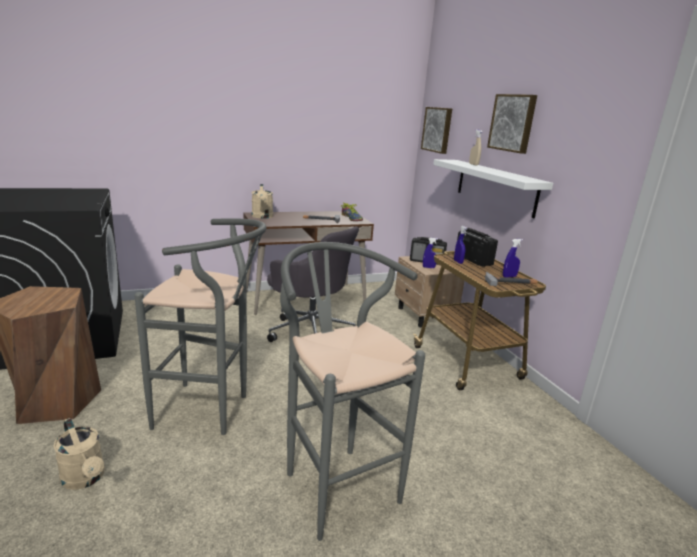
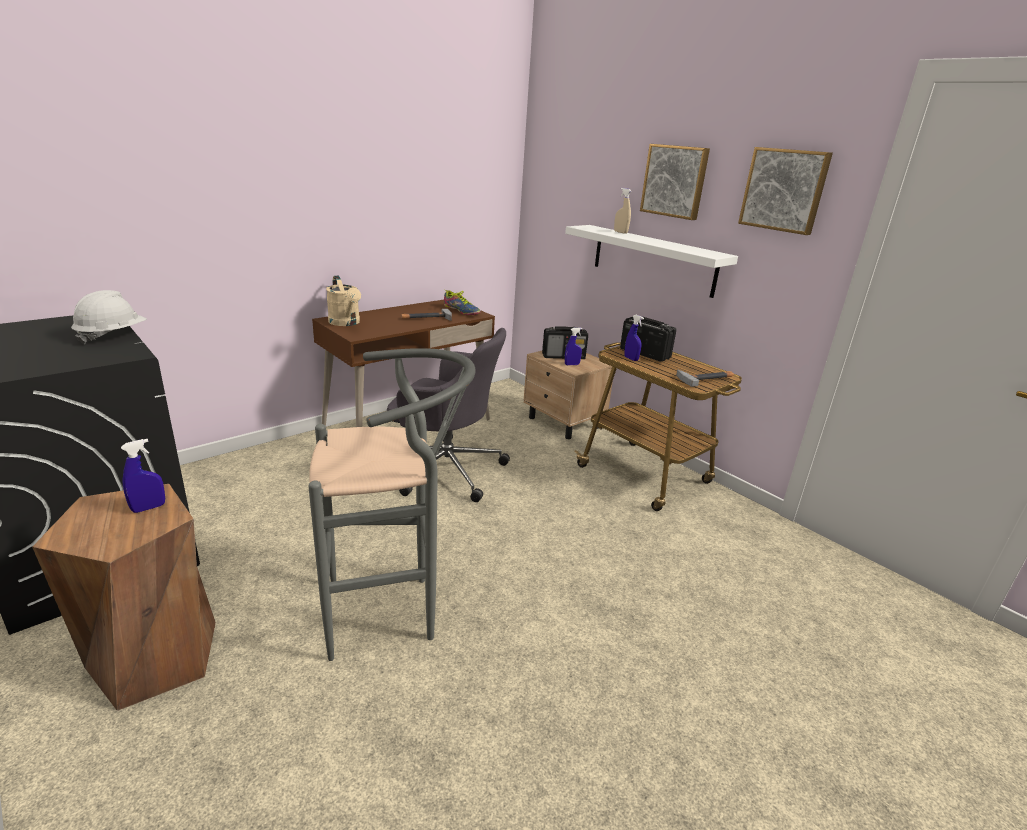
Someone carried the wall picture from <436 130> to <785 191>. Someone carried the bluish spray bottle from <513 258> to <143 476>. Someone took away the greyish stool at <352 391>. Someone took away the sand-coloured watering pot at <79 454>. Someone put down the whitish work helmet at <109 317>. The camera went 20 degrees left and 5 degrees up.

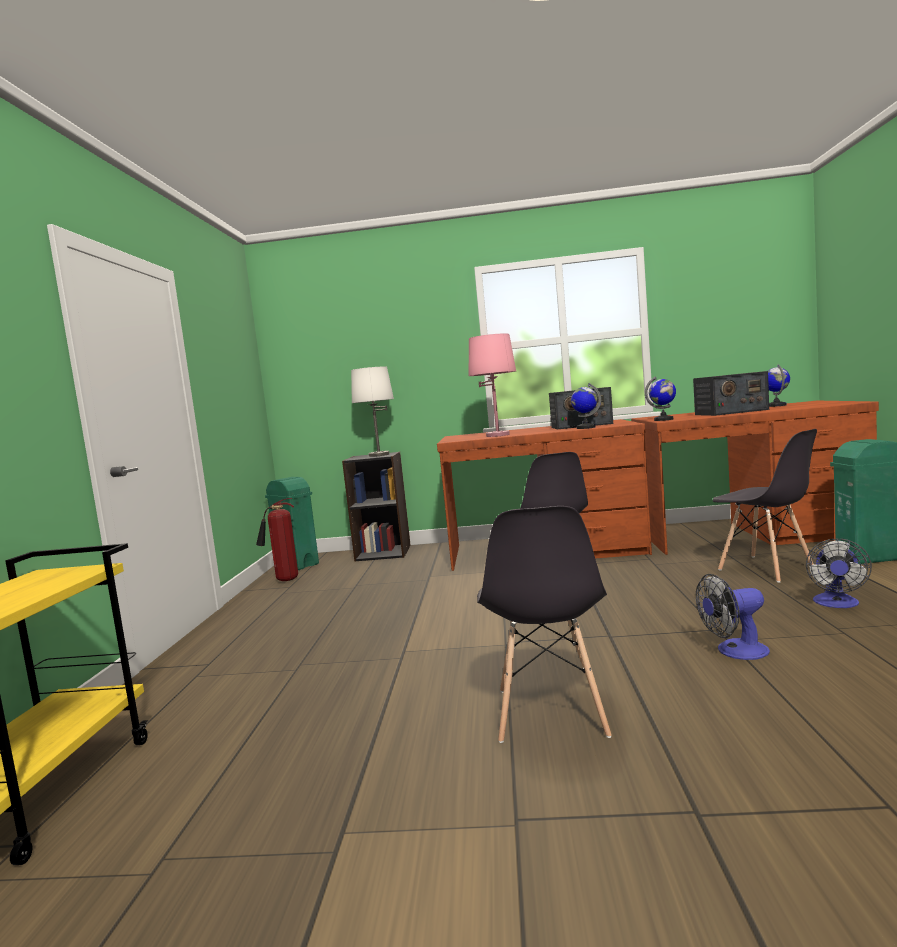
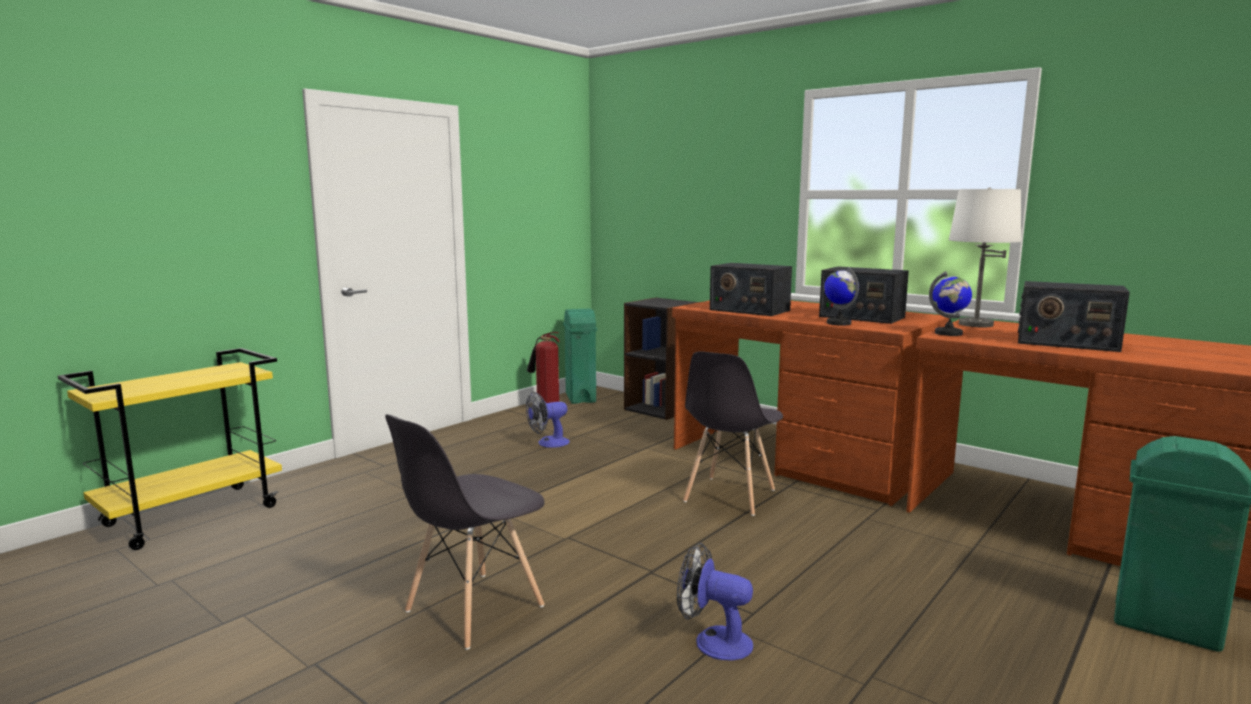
Someone swapped the pink-coloured tabletop lamp at <492 385> for the radio at <751 289>. Someone took away the desk globe at <779 385>. Someone carried the whitish tabletop lamp from <372 411> to <985 257>. Someone took away the greyish upright chair at <765 506>. Someone carried the electric fan from <839 573> to <548 420>. The camera went 35 degrees right and 5 degrees up.

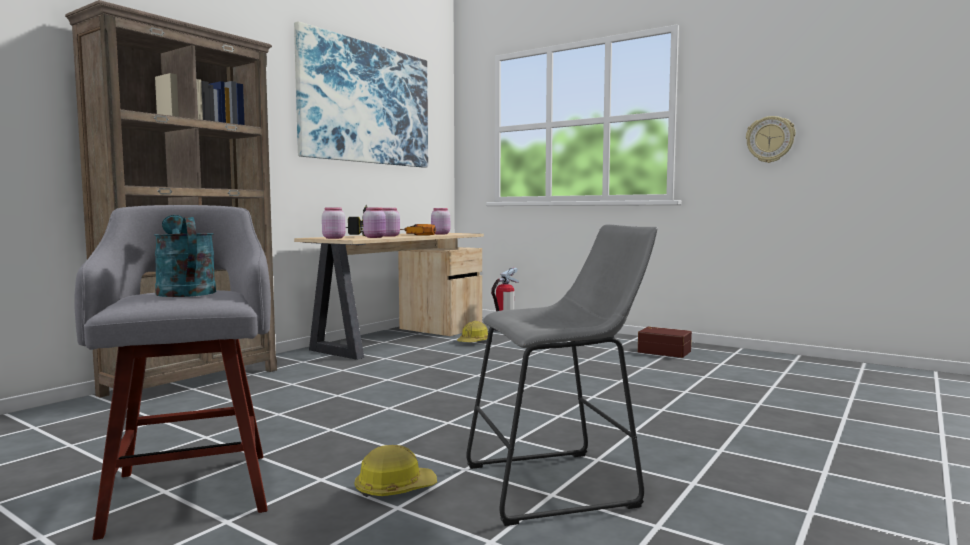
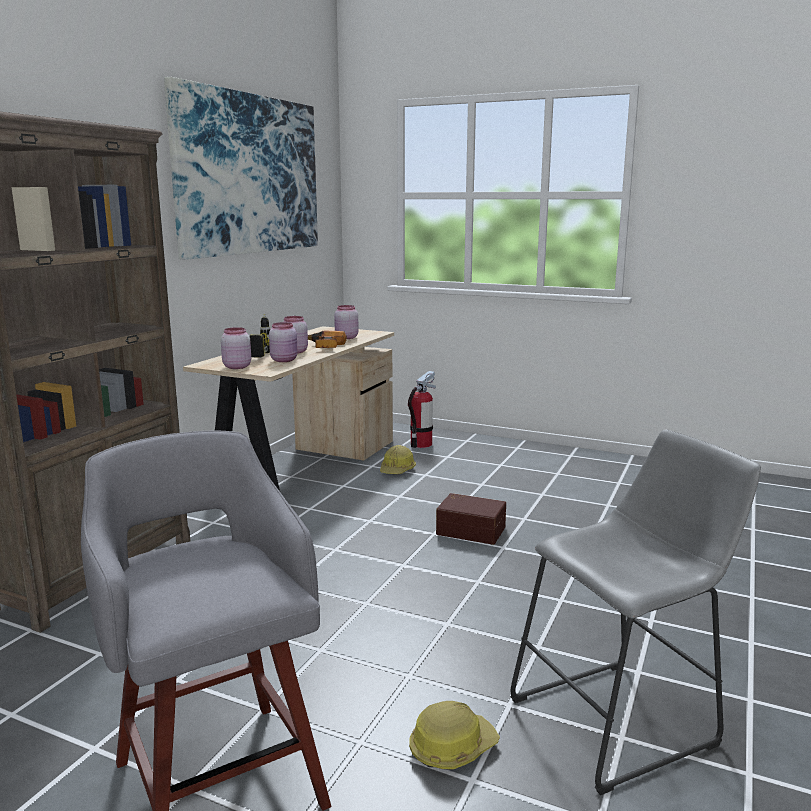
Someone took away the clock on the wall at <771 139>. Someone took away the turquoise watering pot at <185 256>. Someone carried the brown-coloured storage box from <665 342> to <471 519>. The camera went 10 degrees left and 10 degrees up.

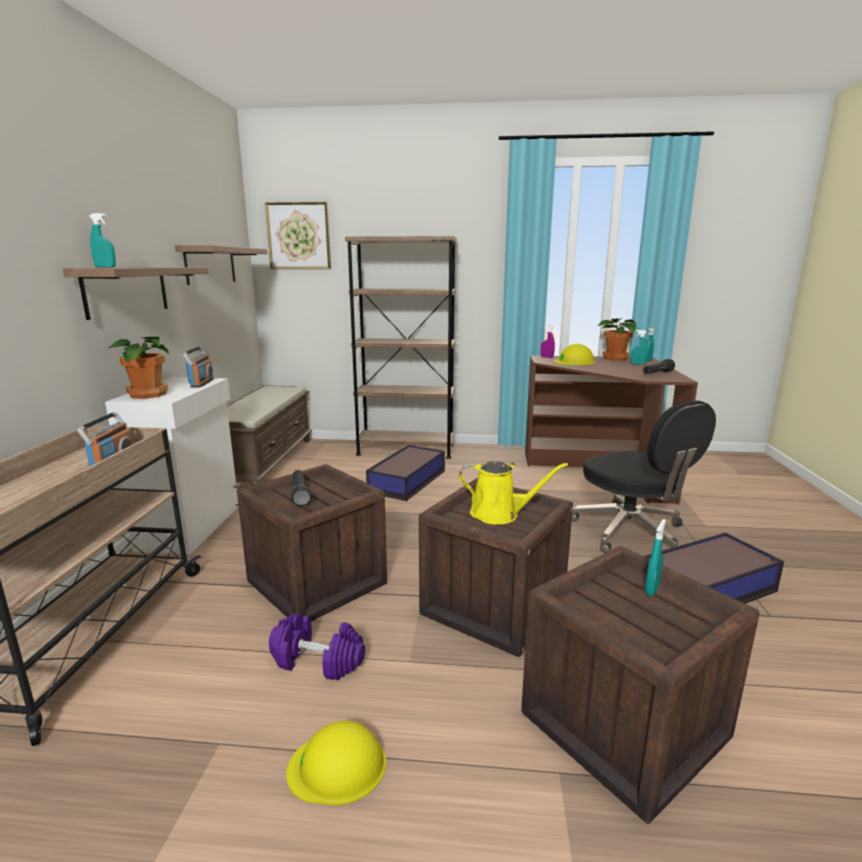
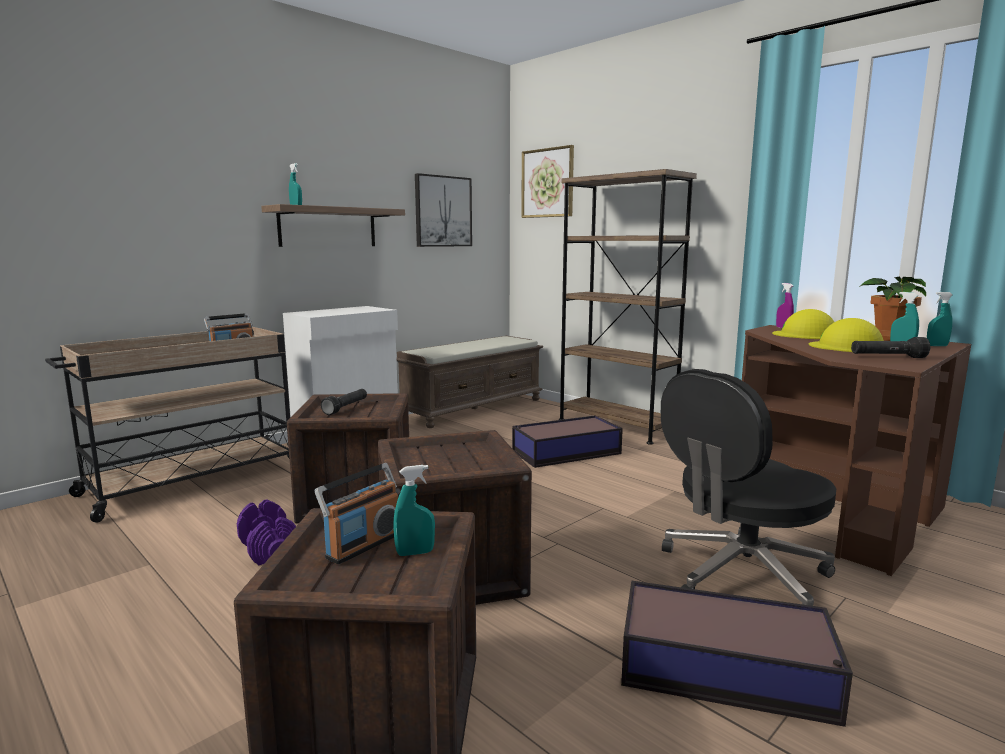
Someone swapped the wall shelf at <221 265> for the wall picture at <443 210>. Someone took away the potted plant at <139 368>. Someone carried the radio from <198 367> to <357 513>. Someone rotated the black computer chair at <644 476> by 45 degrees clockwise. Someone took away the yellowish watering pot at <513 493>. Someone carried the yellowish work helmet from <336 763> to <846 335>. The camera went 40 degrees right and 5 degrees down.

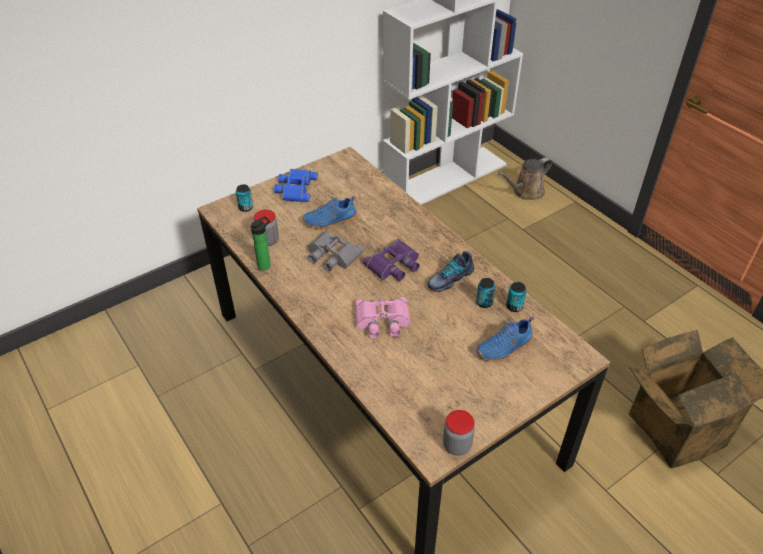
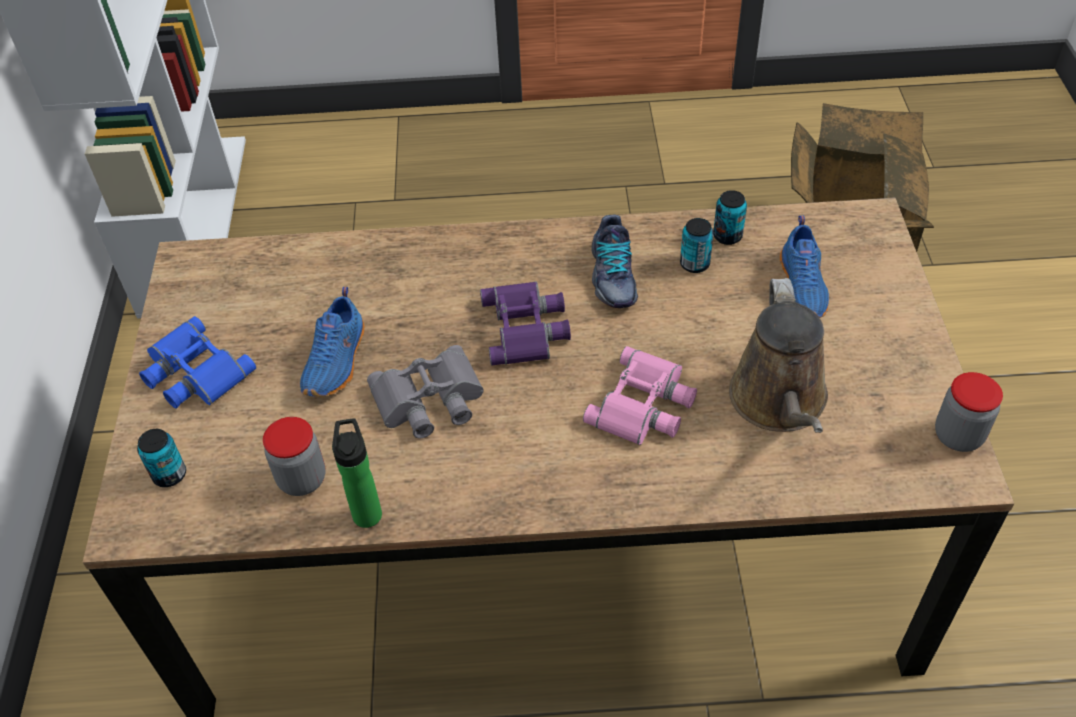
Someone carried the brown-coloured watering pot from <525 178> to <778 355>. The camera went 55 degrees left and 5 degrees up.

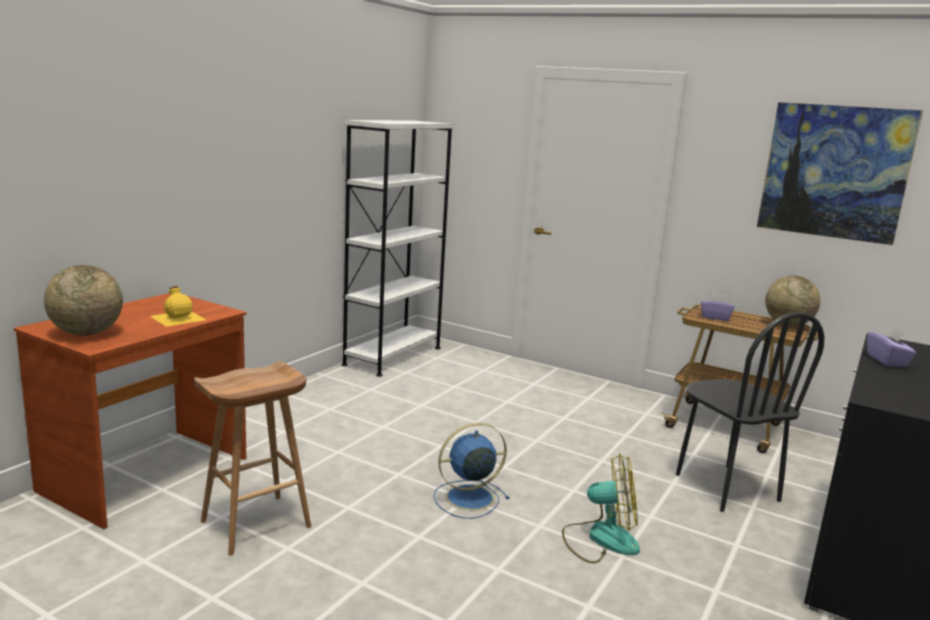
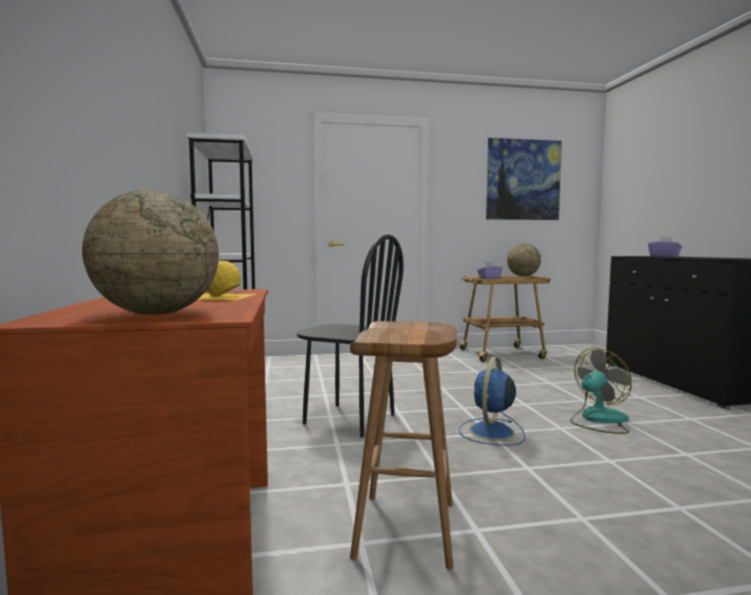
Someone carried the black upright chair from <750 412> to <350 335>. The camera went 40 degrees left and 10 degrees down.

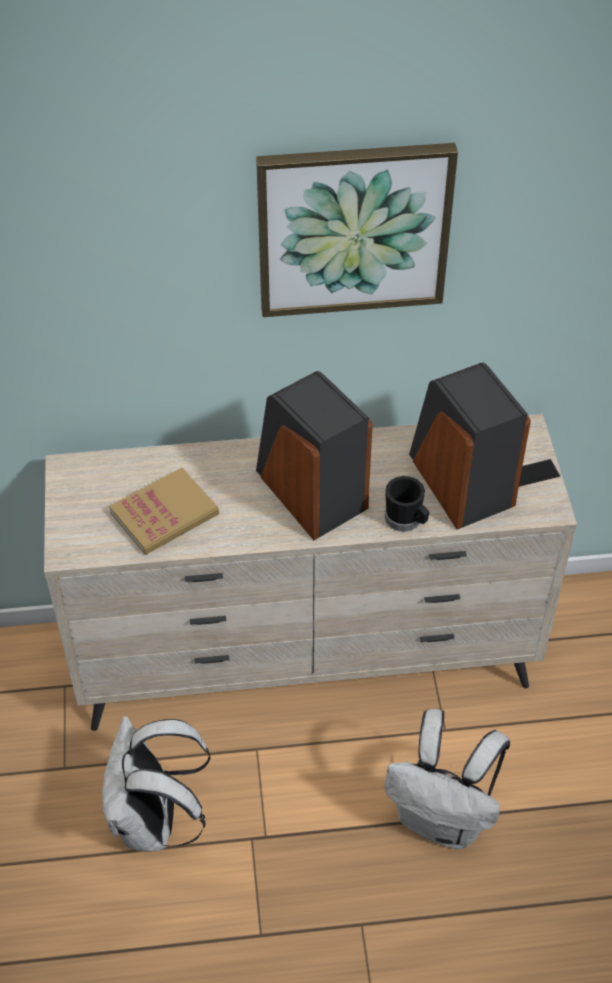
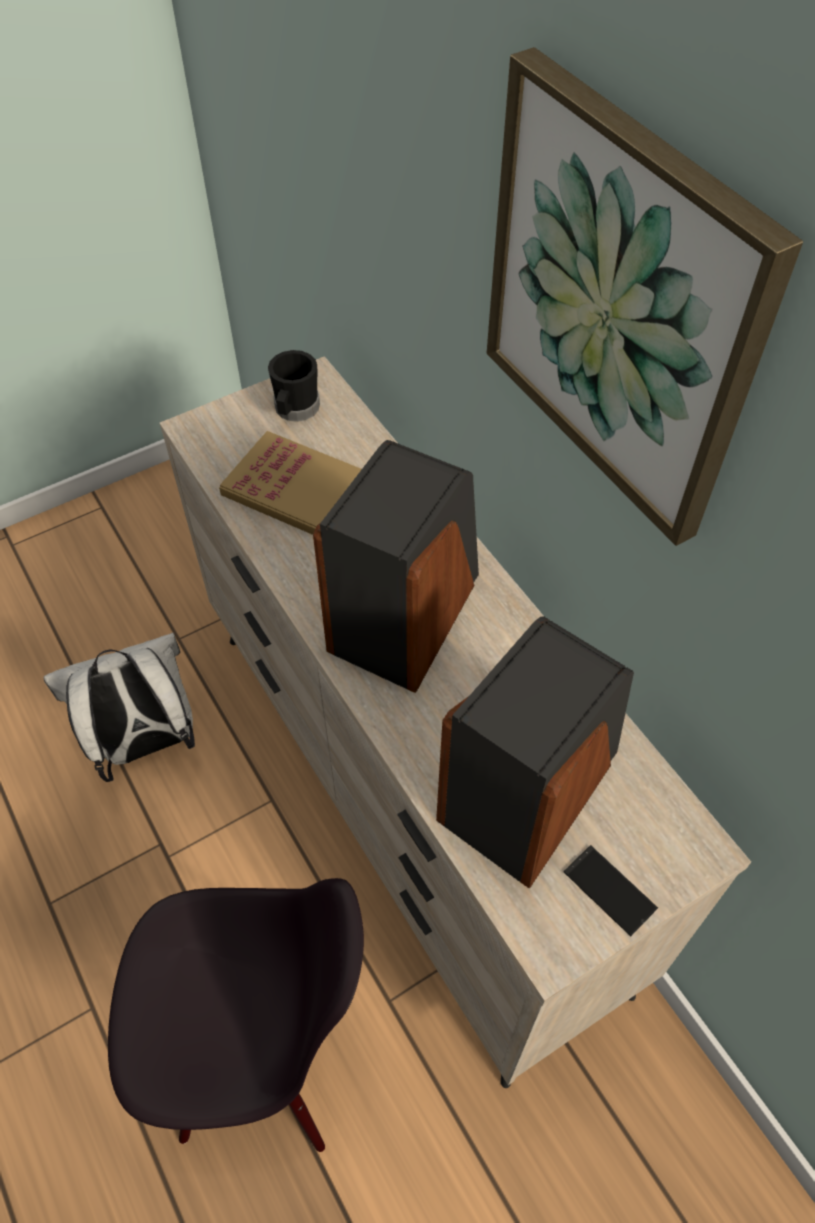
Someone carried the black coffee mug from <407 504> to <294 386>. Someone swapped the whitish backpack at <447 779> for the black upright chair at <236 1015>. The camera went 65 degrees right and 5 degrees up.

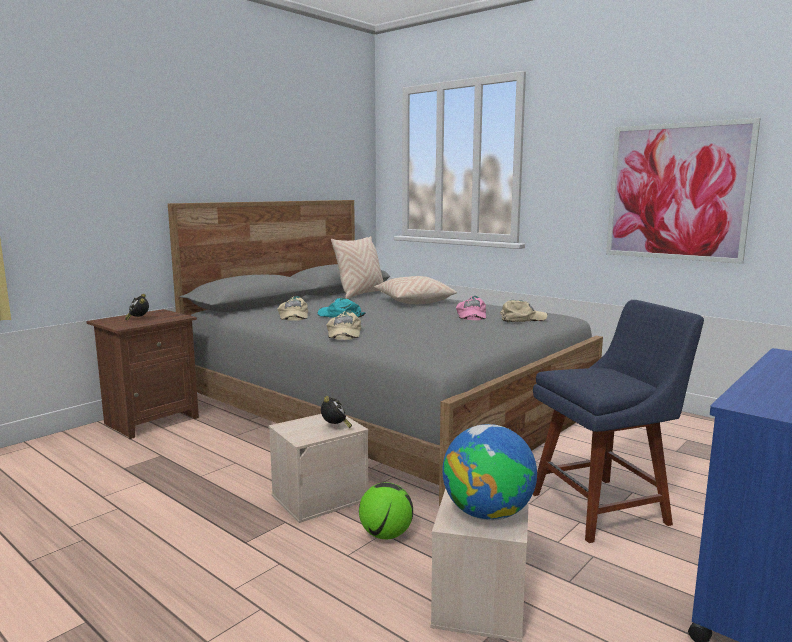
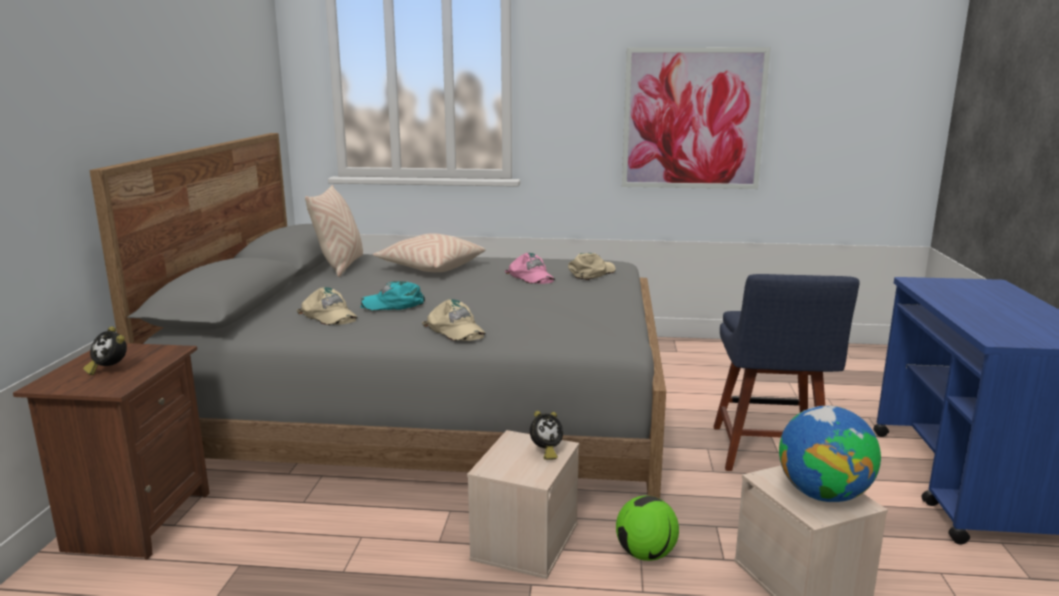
Someone rotated the bluish upright chair at <618 421> by 150 degrees clockwise. Someone rotated the table clock at <336 412> by 105 degrees clockwise. The camera went 35 degrees left and 5 degrees up.

